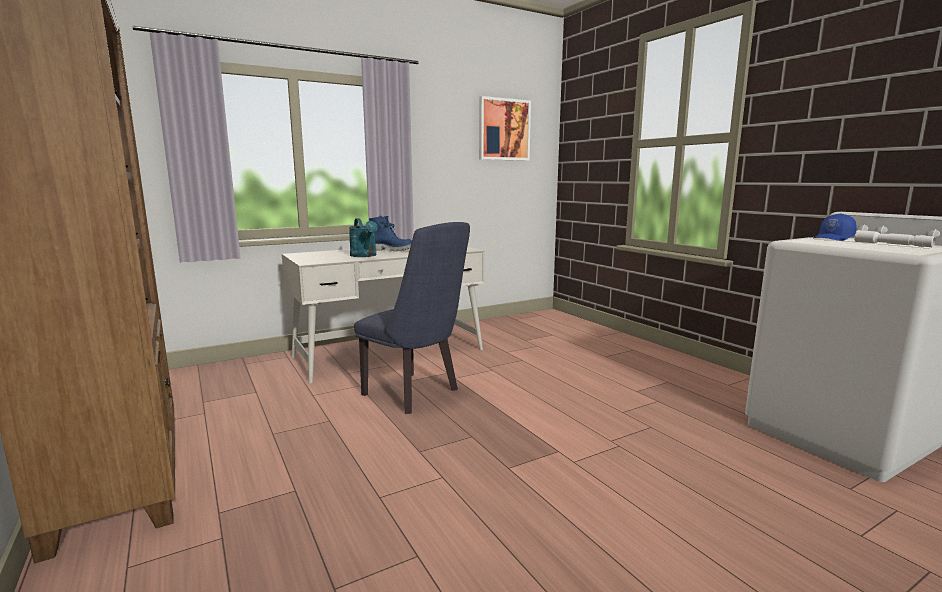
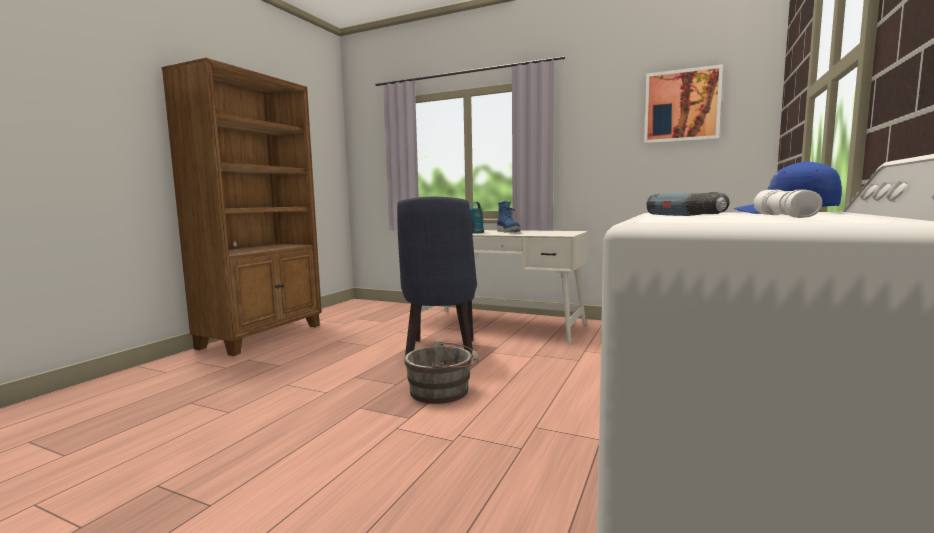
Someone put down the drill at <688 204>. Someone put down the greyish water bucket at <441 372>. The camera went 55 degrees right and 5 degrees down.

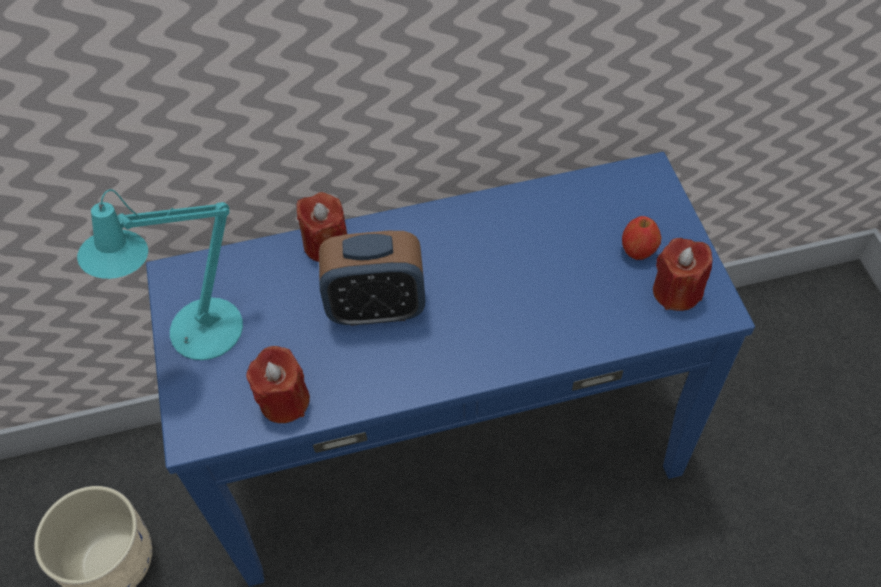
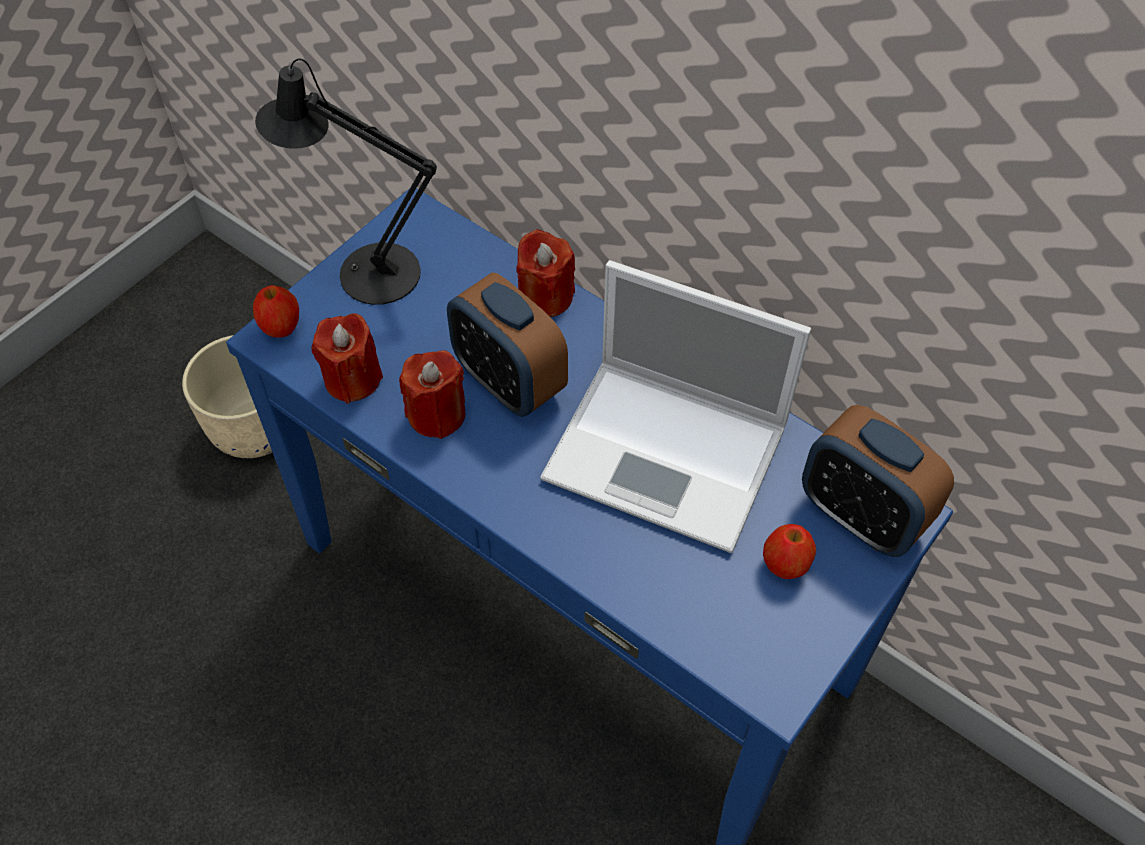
Someone repainted the turquoise tabletop lamp at <160 274>, which became the black tabletop lamp at <346 181>. Someone carried the reddish wax candle from <683 274> to <432 394>. Someone put down the notebook computer at <675 406>. Someone put down the apple at <276 311>. Someone put down the table clock at <878 481>. The camera went 50 degrees right and 0 degrees up.

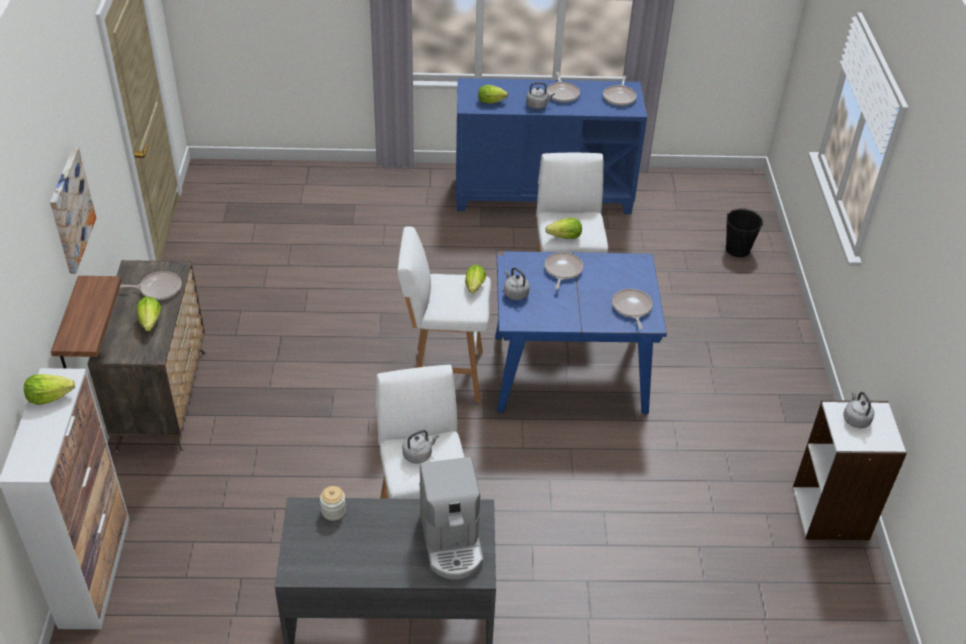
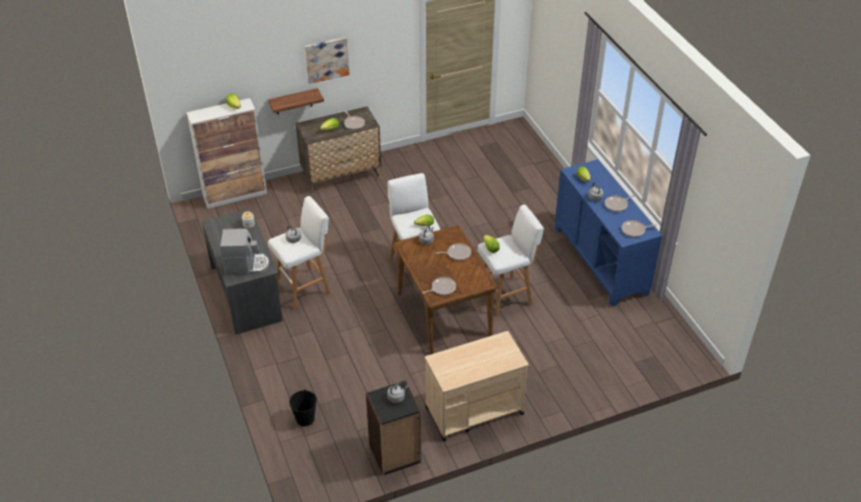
Someone carried the black water bucket from <744 232> to <303 407>. Someone repainted the bluish dinner table at <581 332>, which became the brown-coloured dinner table at <446 289>. Someone repainted the whitish bookshelf at <850 470>, which became the black bookshelf at <394 427>. Someone rotated the coffee maker at <451 518> by 150 degrees counterclockwise. Someone put down the sand-coloured cart at <477 386>. The camera went 70 degrees right and 0 degrees up.

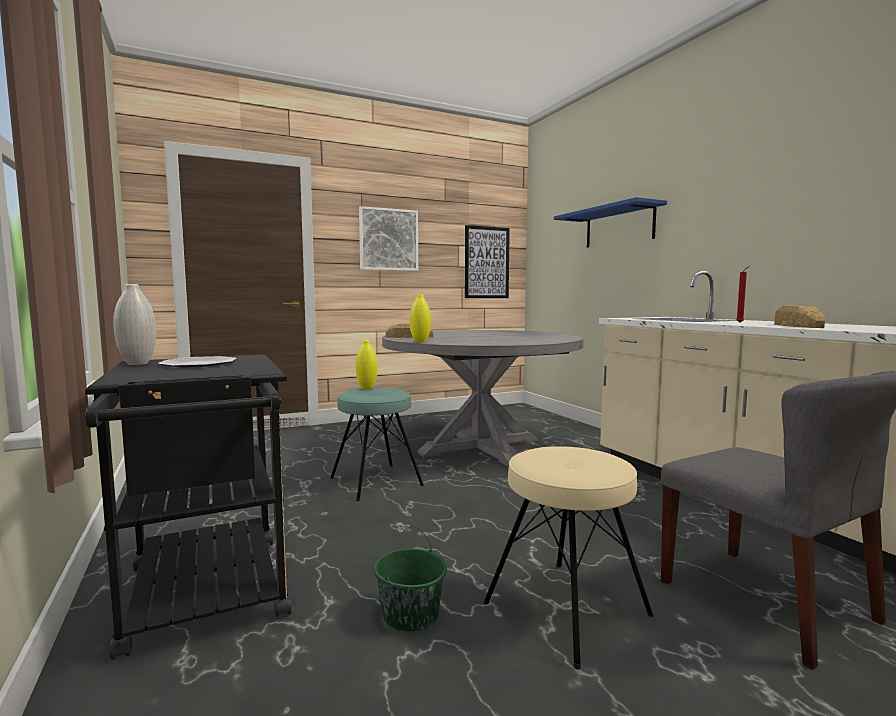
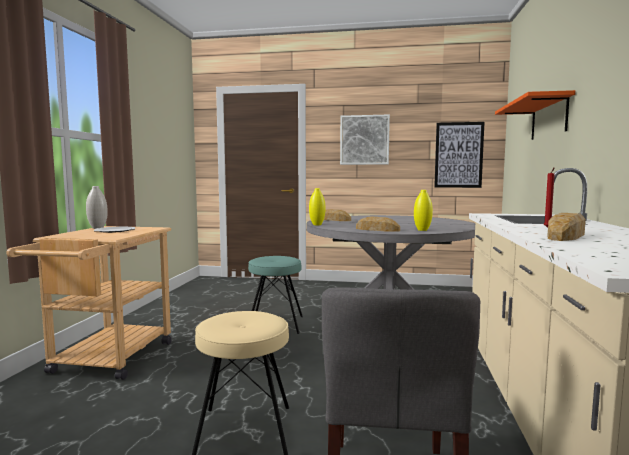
Someone repainted the bluish wall shelf at <610 222>, which became the orange-coloured wall shelf at <535 115>. Someone carried the yellowish vase from <366 364> to <423 210>. Someone repainted the black cart at <188 507>, which became the sand-coloured cart at <89 303>. Someone took away the greenish water bucket at <410 579>. Someone put down the baked bread at <378 224>. The camera went 35 degrees right and 0 degrees up.

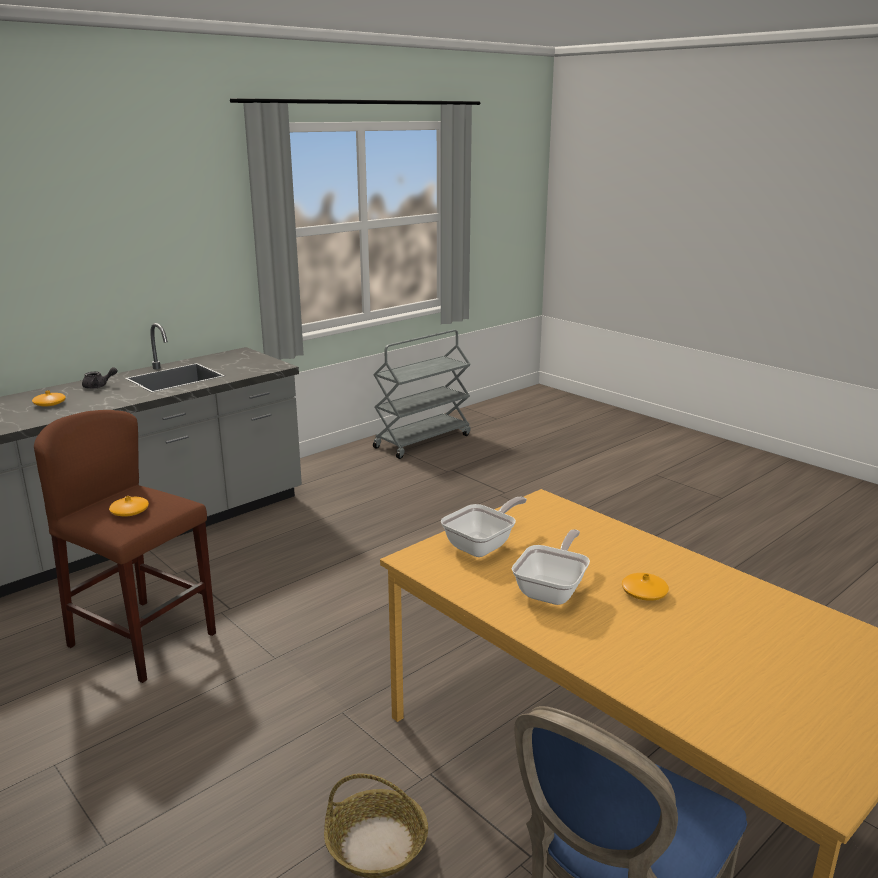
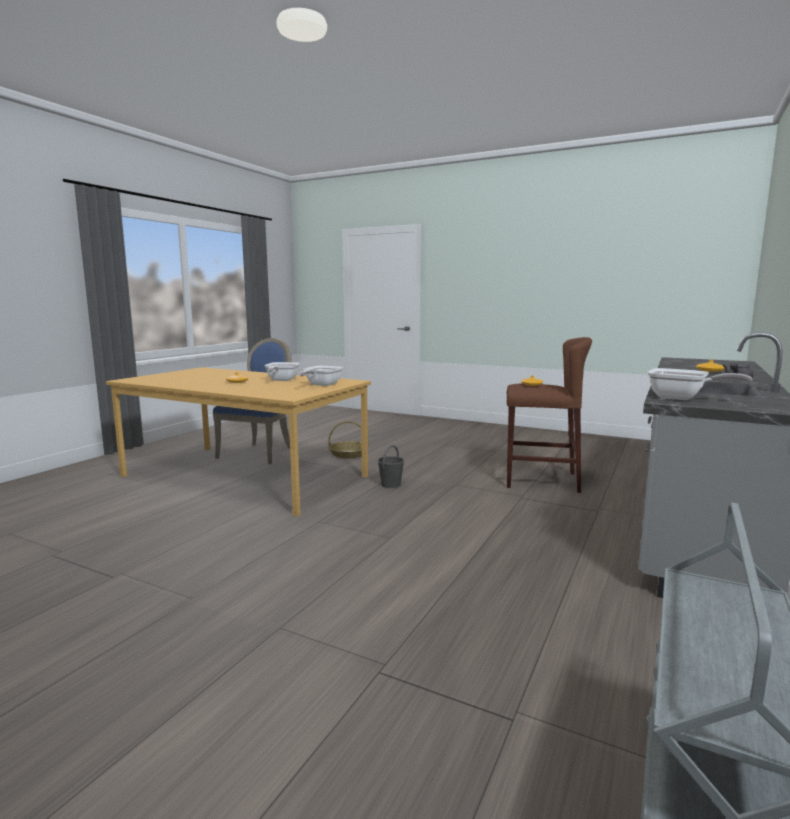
Someone put down the frying pan at <700 384>. Someone put down the greyish water bucket at <391 466>. The camera went 160 degrees right and 10 degrees down.

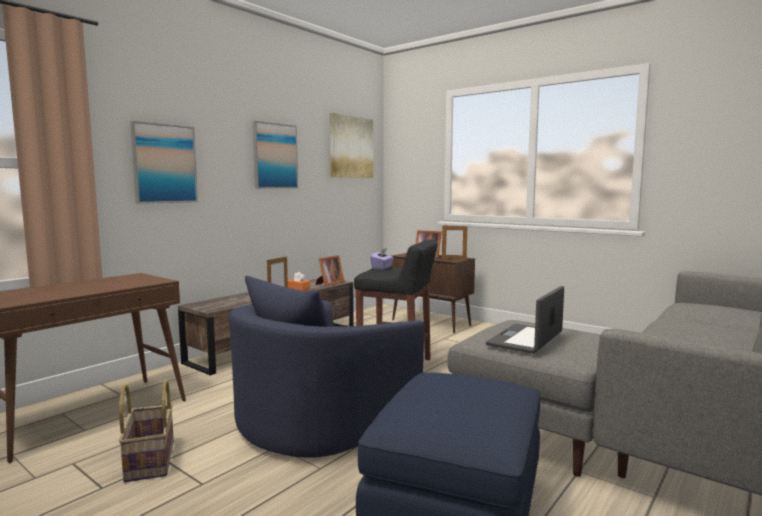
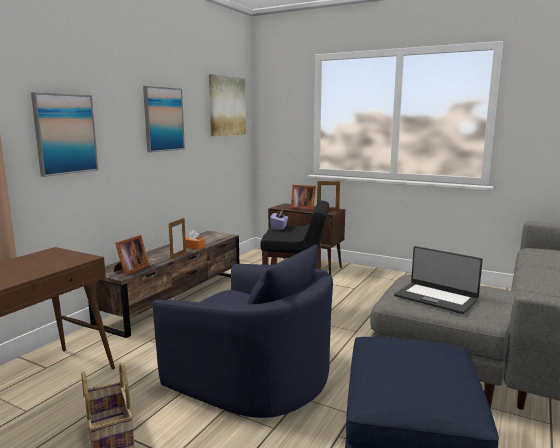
Someone carried the picture frame from <330 271> to <131 255>. Someone rotated the bluish easy chair at <327 367> by 90 degrees counterclockwise. Someone rotated the notebook computer at <525 320> by 75 degrees counterclockwise. The camera went 10 degrees left and 5 degrees up.

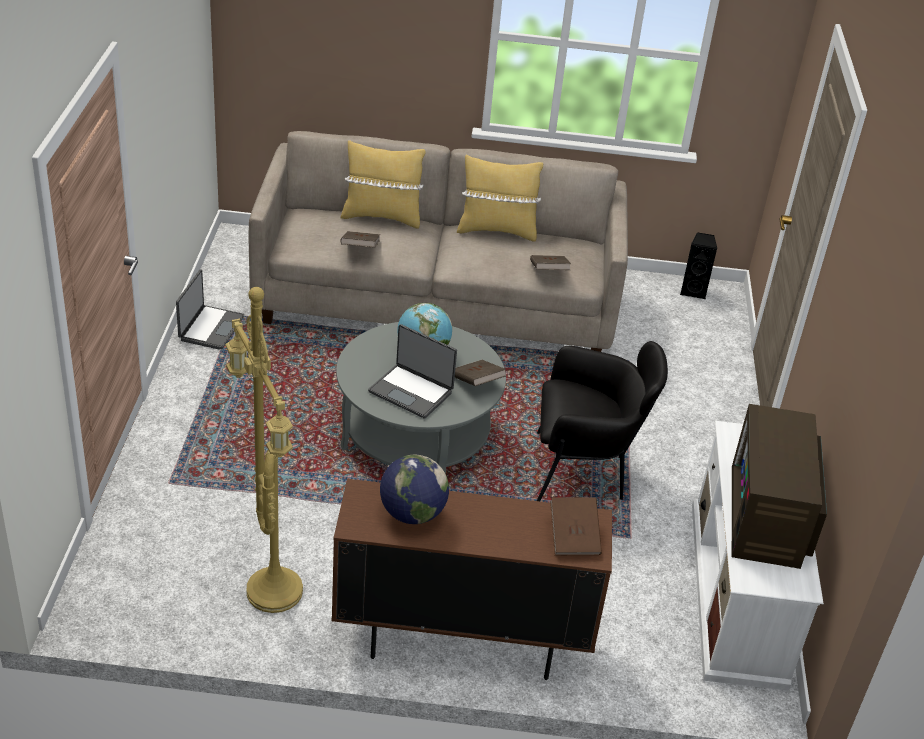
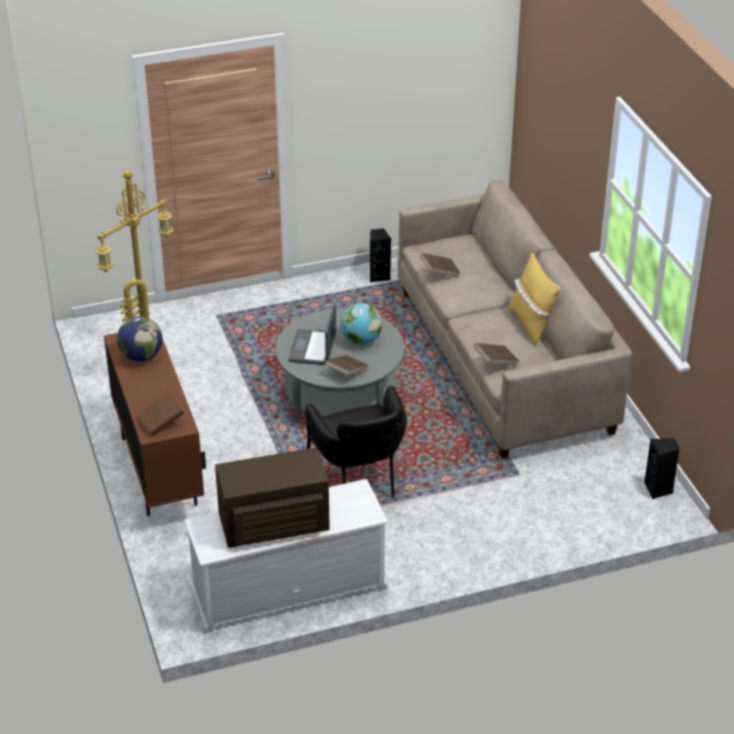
Someone took away the yellowish throw pillow at <383 184>. Someone swapped the notebook computer at <210 309> for the black speaker at <380 255>. The camera went 70 degrees right and 0 degrees up.

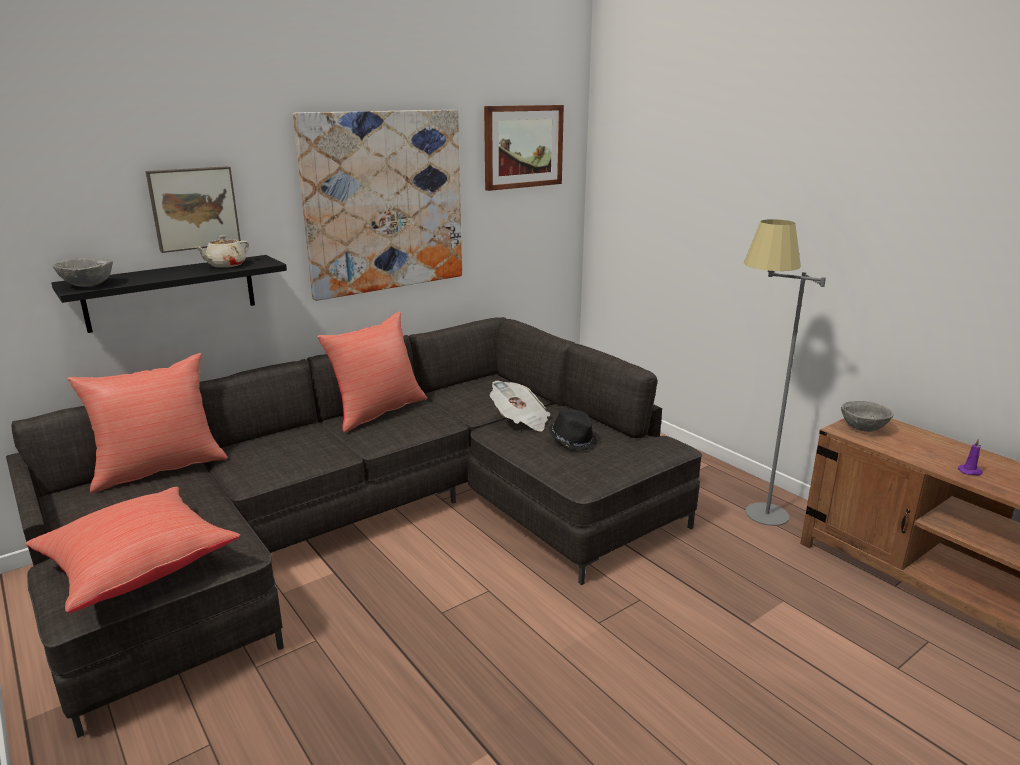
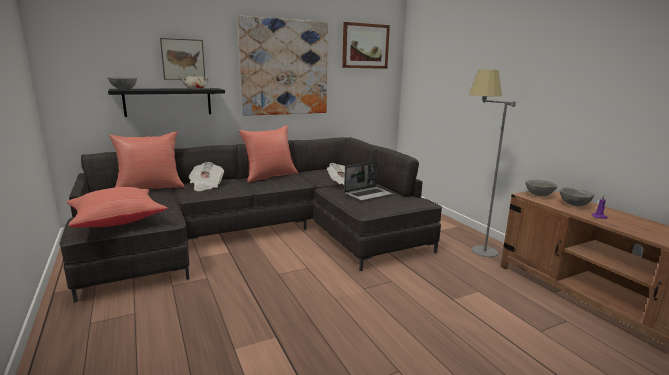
Someone swapped the black clothing hat at <573 430> for the notebook computer at <368 181>. Someone put down the daily paper at <206 176>. Someone put down the greyish deep dish at <577 196>. The camera went 10 degrees right and 5 degrees down.

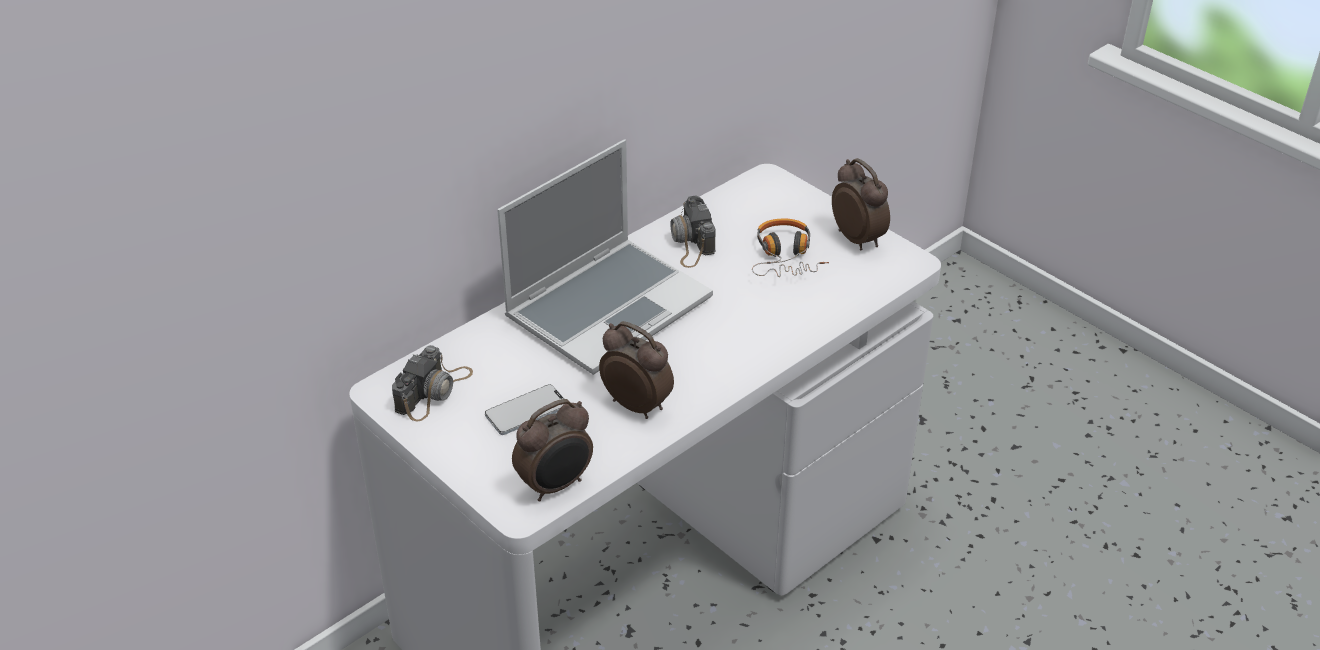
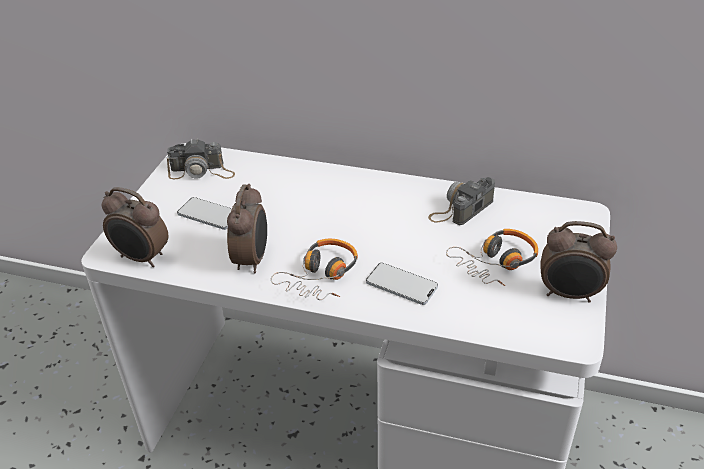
Someone took away the notebook computer at <605 257>. Someone rotated the table clock at <861 204> by 75 degrees clockwise. Someone put down the headphones at <314 269>. Someone put down the phone at <402 284>. The camera went 60 degrees right and 0 degrees up.

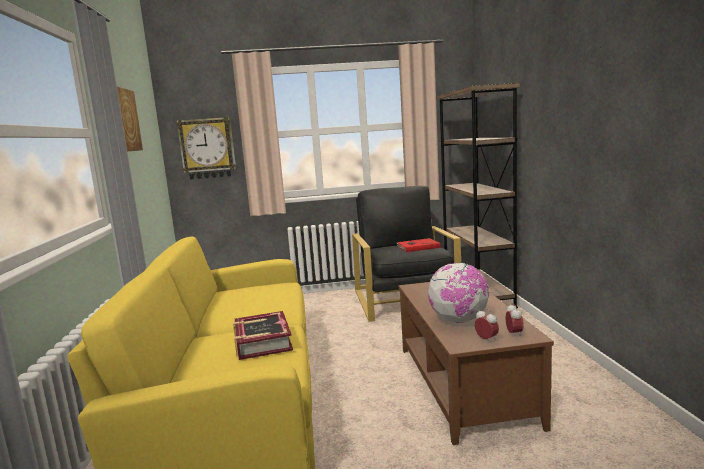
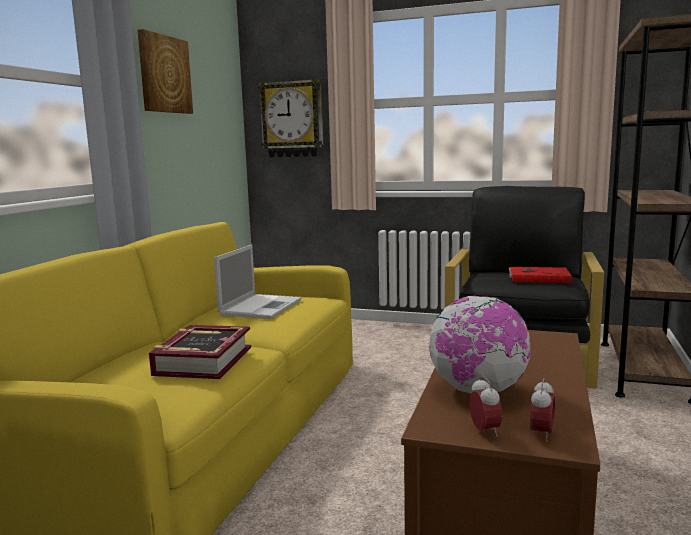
Someone put down the notebook computer at <258 282>. The camera went 25 degrees right and 0 degrees up.

